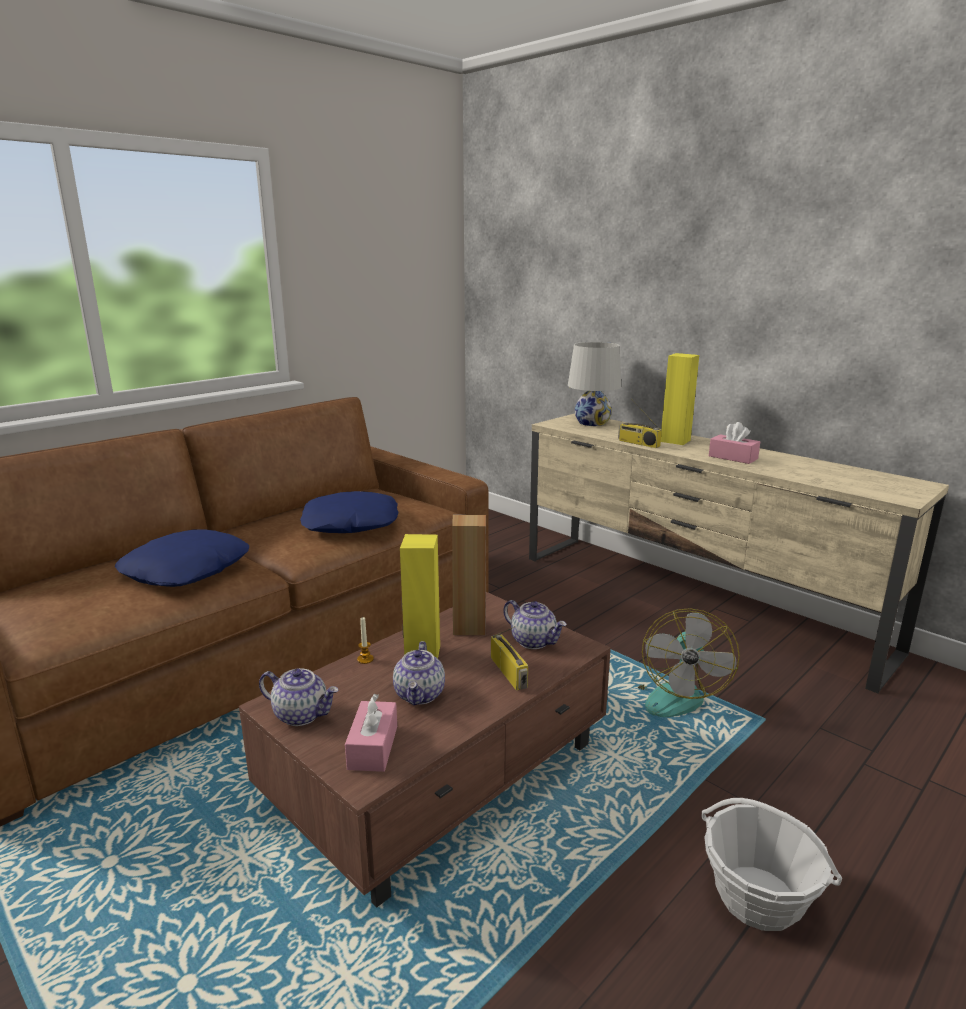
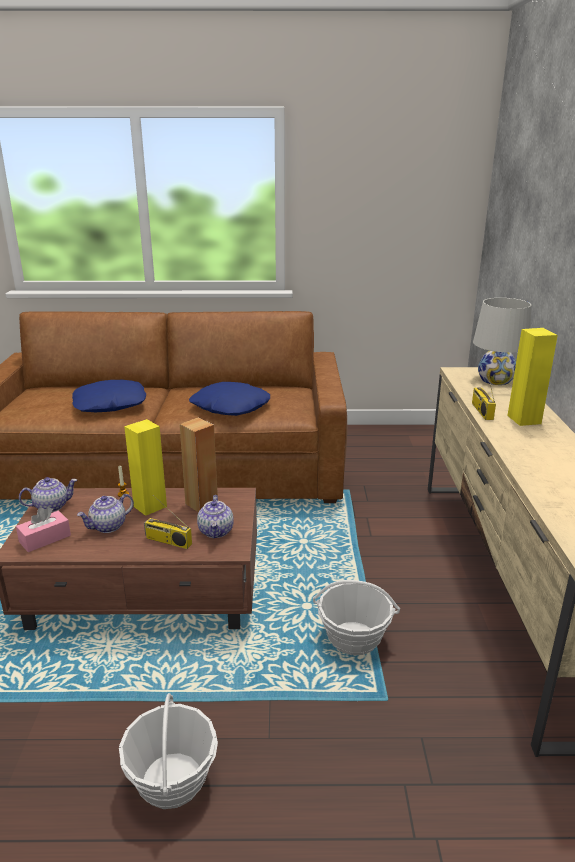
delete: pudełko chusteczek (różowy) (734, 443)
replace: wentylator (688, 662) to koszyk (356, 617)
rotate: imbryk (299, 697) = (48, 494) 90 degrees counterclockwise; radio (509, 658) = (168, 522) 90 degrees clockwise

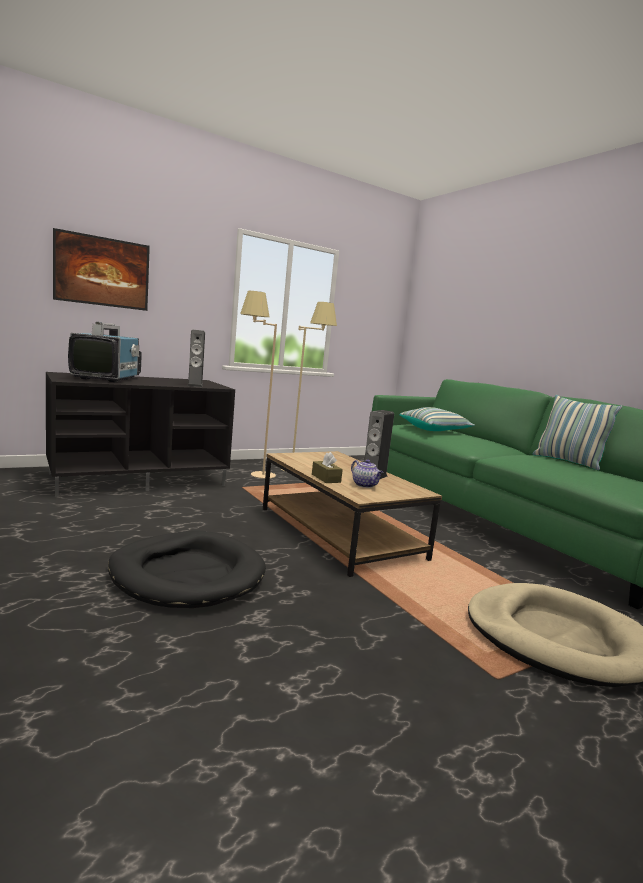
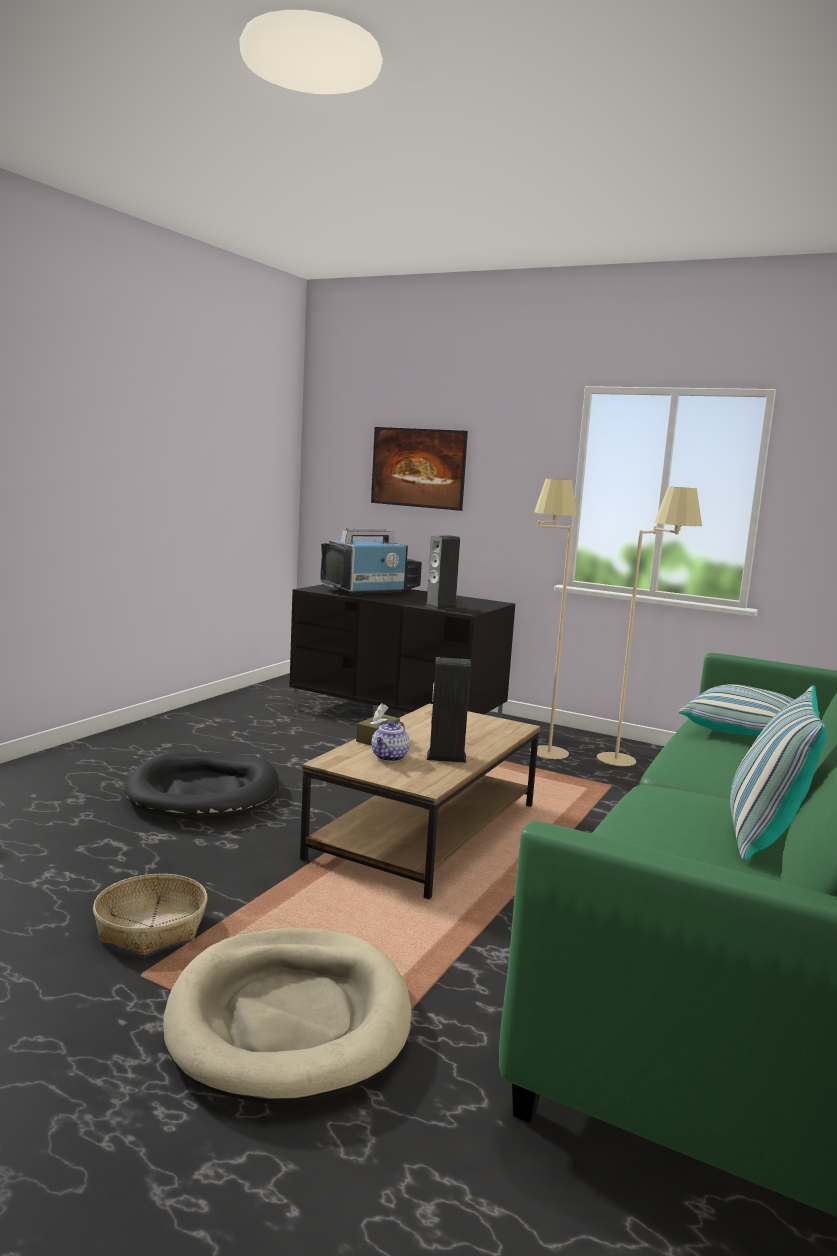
insert: koszyk (150, 914)

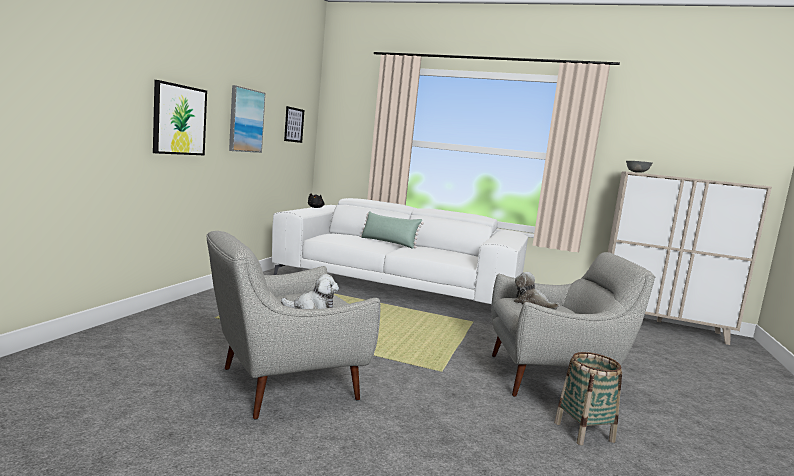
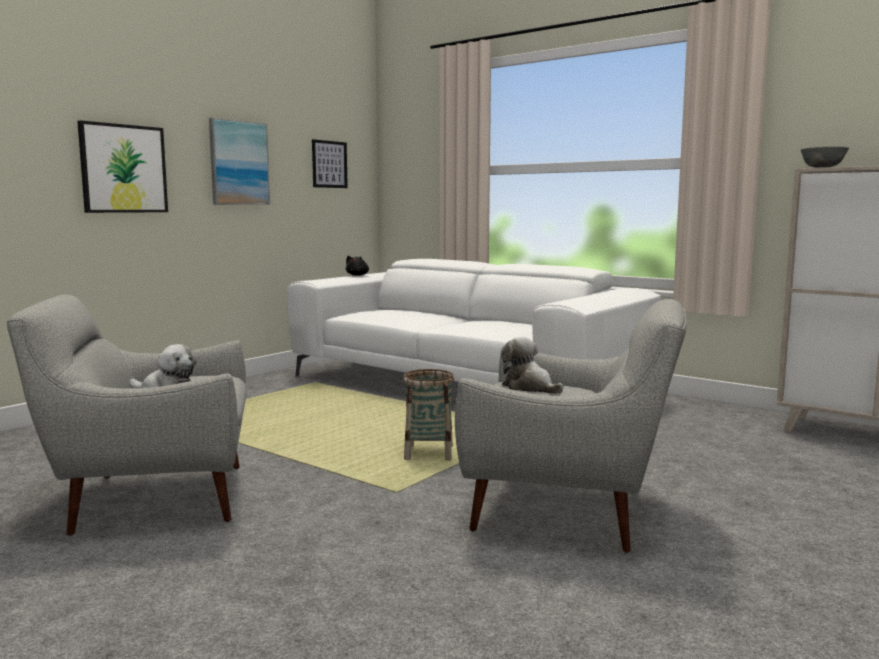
delete: poduszka (zielony) (392, 230)
move: koszyk (588, 398) to (428, 415)

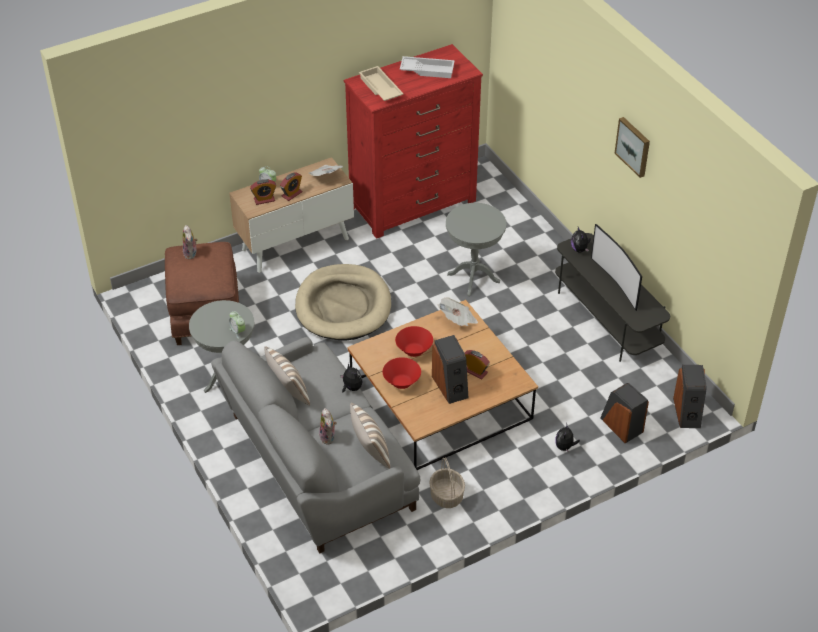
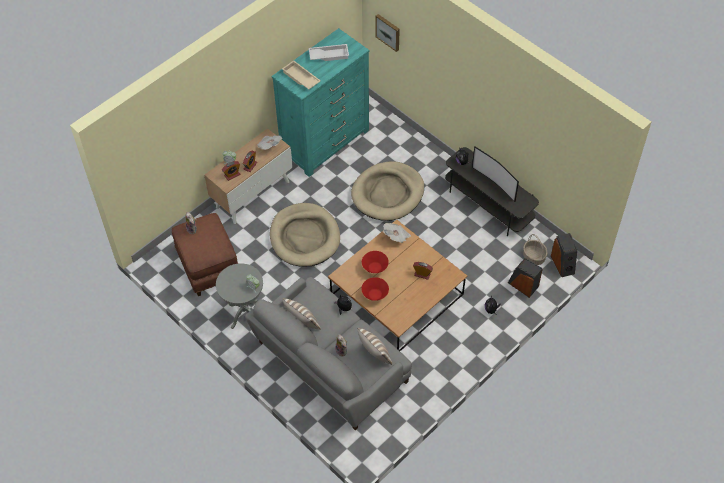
delete: głośnik (450, 369)
move: obraz (632, 147) to (388, 33); koszyk (447, 482) to (535, 249)
replace: stolik (szary) (476, 249) to legowisko (beżowy) (387, 191)
recolor: komoda (czerwony) (413, 141) to komoda (turkusowy) (320, 102)

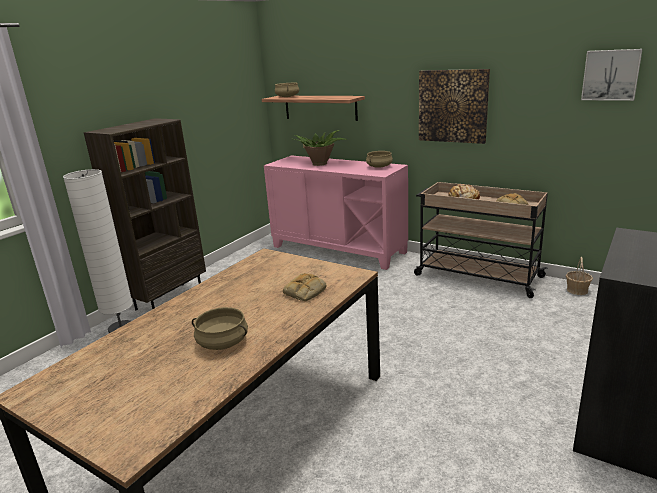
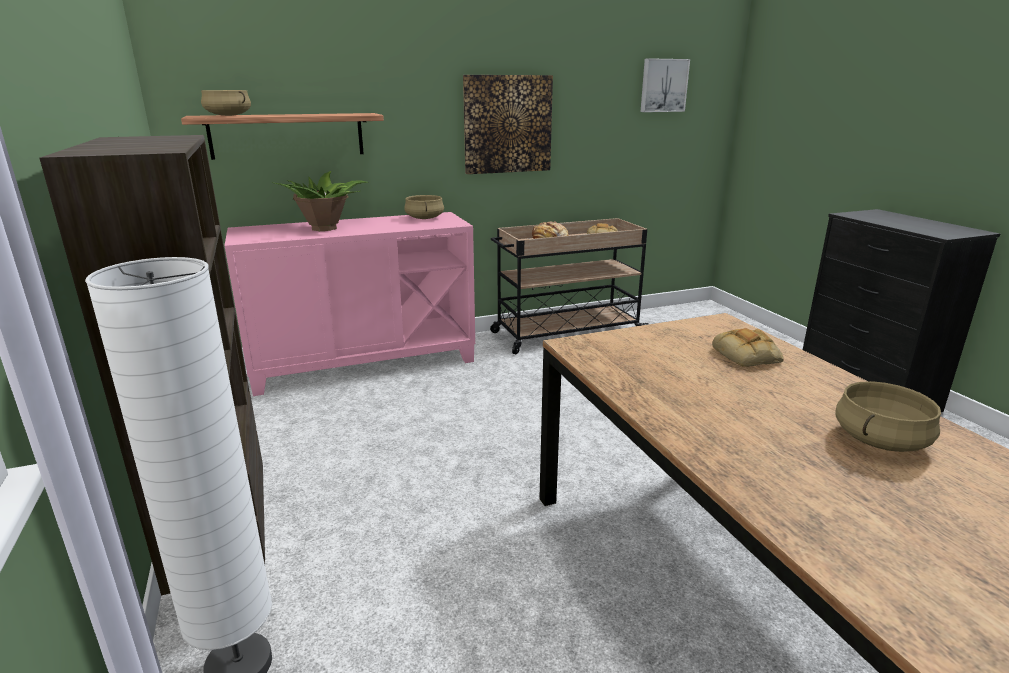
delete: koszyk (579, 276)

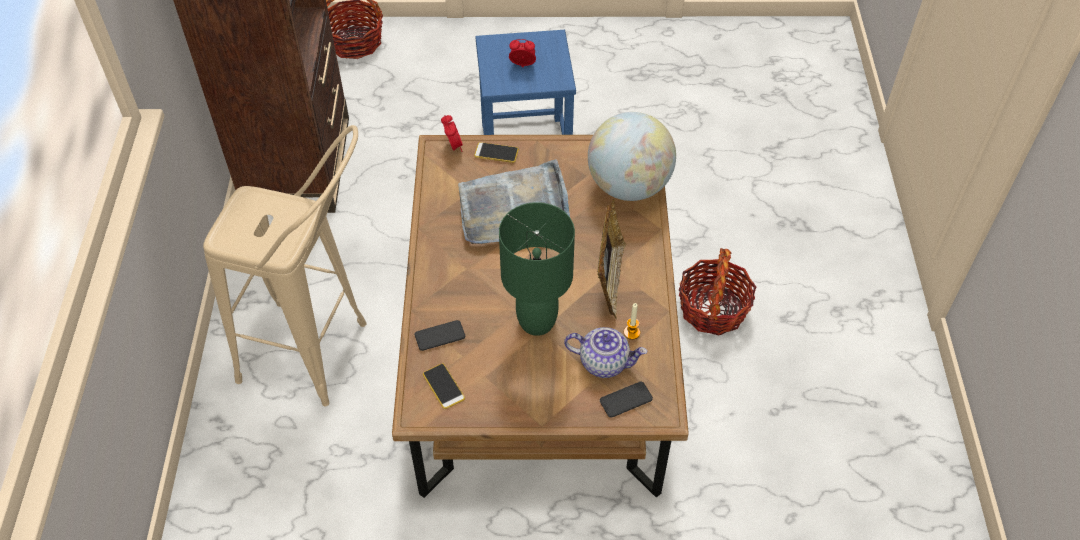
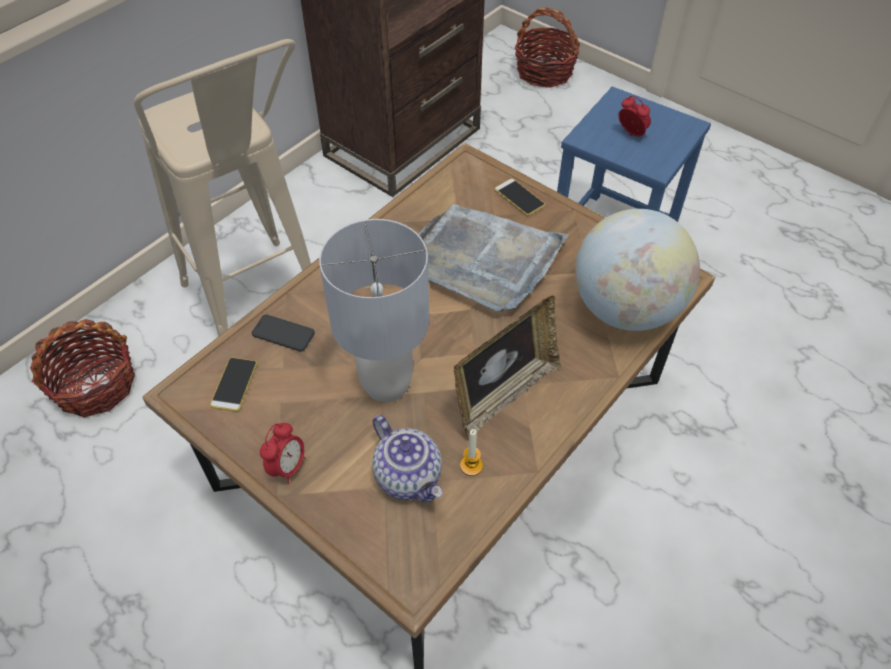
delete: telefon (626, 400)
move: koszyk (717, 291) to (82, 368); budzik (452, 133) to (283, 453)
recolor: lampa stołowa (zielony) (537, 269) to lampa stołowa (szary) (374, 310)

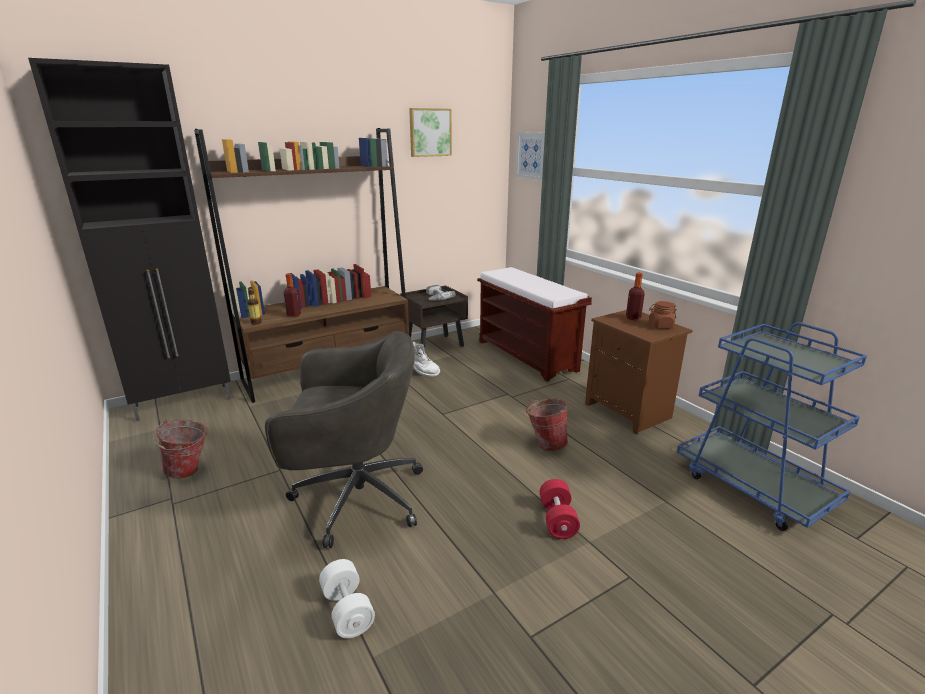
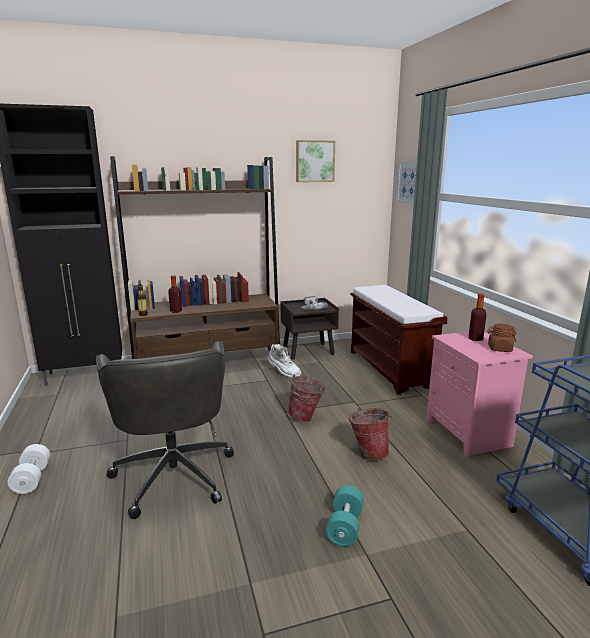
move: hantel (biały) (347, 598) to (29, 469); wiadro (180, 449) to (306, 398)
recolor: hantel (czerwony) (560, 509) to hantel (turkusowy) (345, 516); szafka nocna (brązowy) (639, 372) to szafka nocna (różowy) (479, 394)
rotate: krzesło biurowe (szary) (344, 439) = (165, 430) 60 degrees clockwise

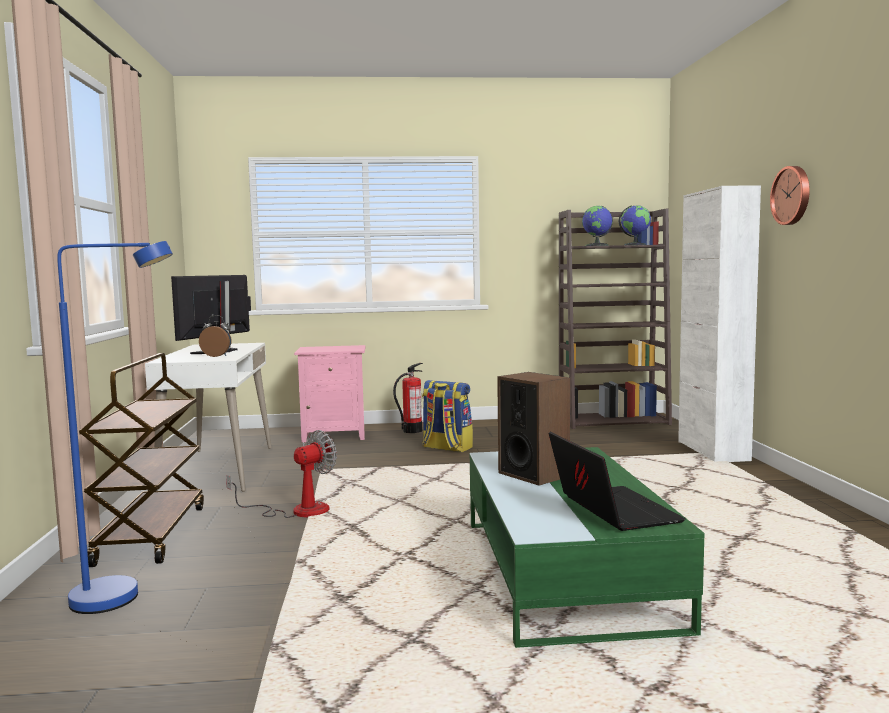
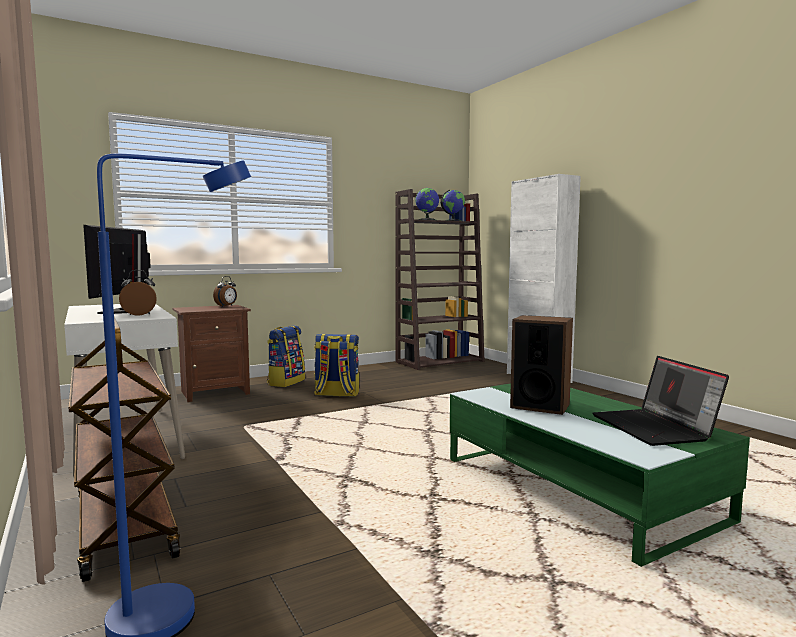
delete: wentylator (281, 474); zegar ścienny (790, 195)
insert: budzik (225, 291)
replace: gaśnica (408, 398) to plecak (286, 356)
recolor: szafka nocna (różowy) (330, 393) to szafka nocna (brązowy) (211, 353)
rotate: laptop (617, 481) = (660, 401) 150 degrees counterclockwise

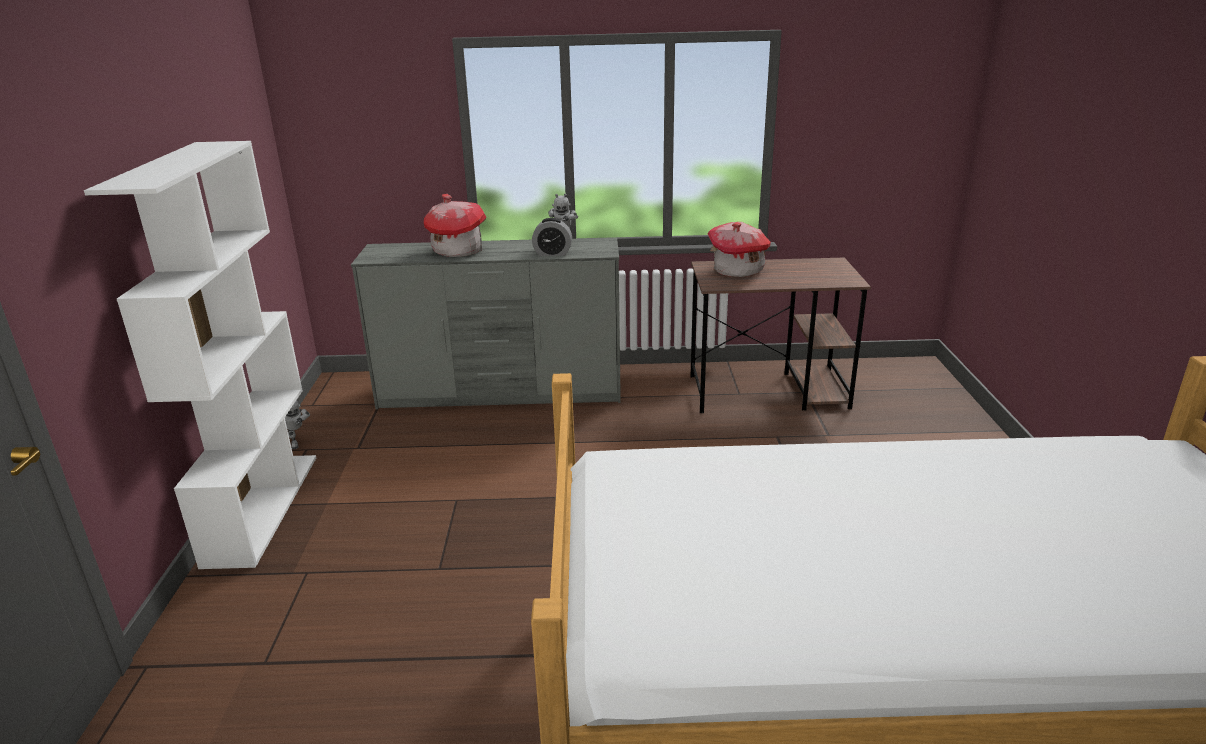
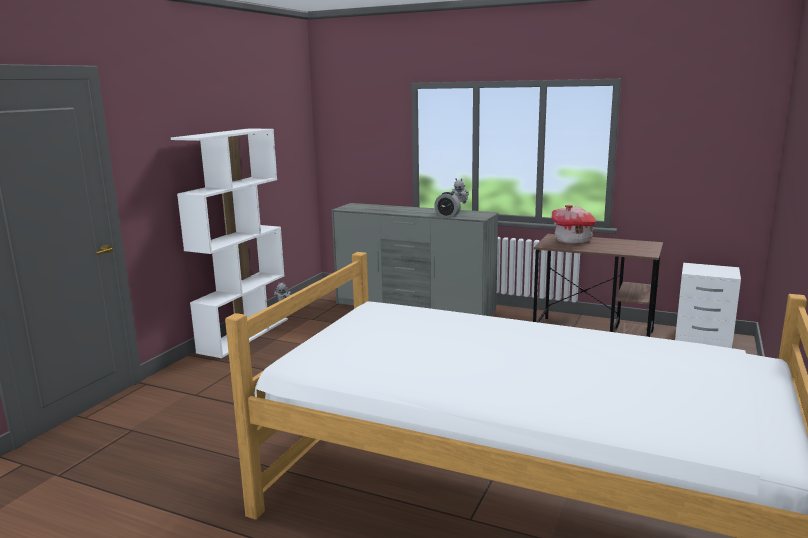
delete: domek (455, 225)
insert: szafka nocna (biały) (708, 305)

